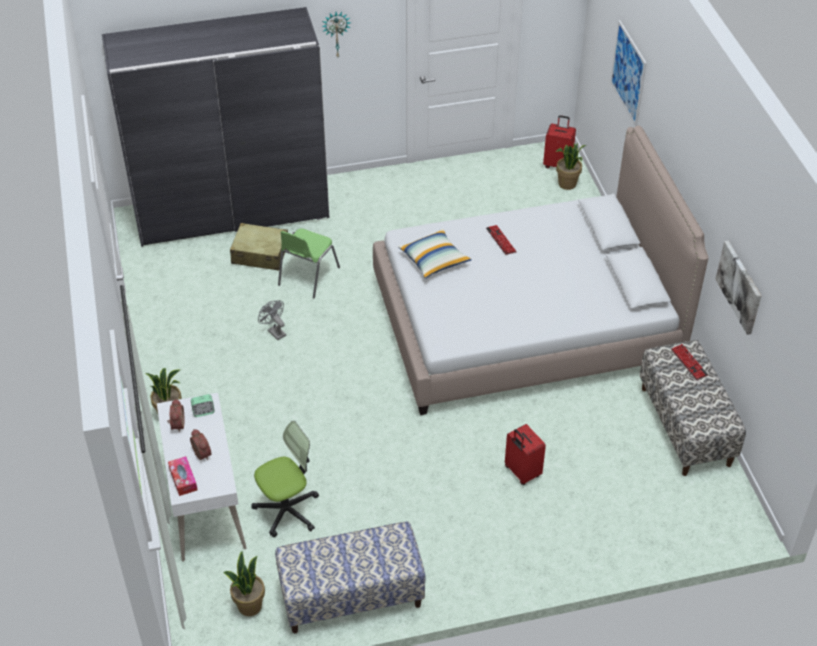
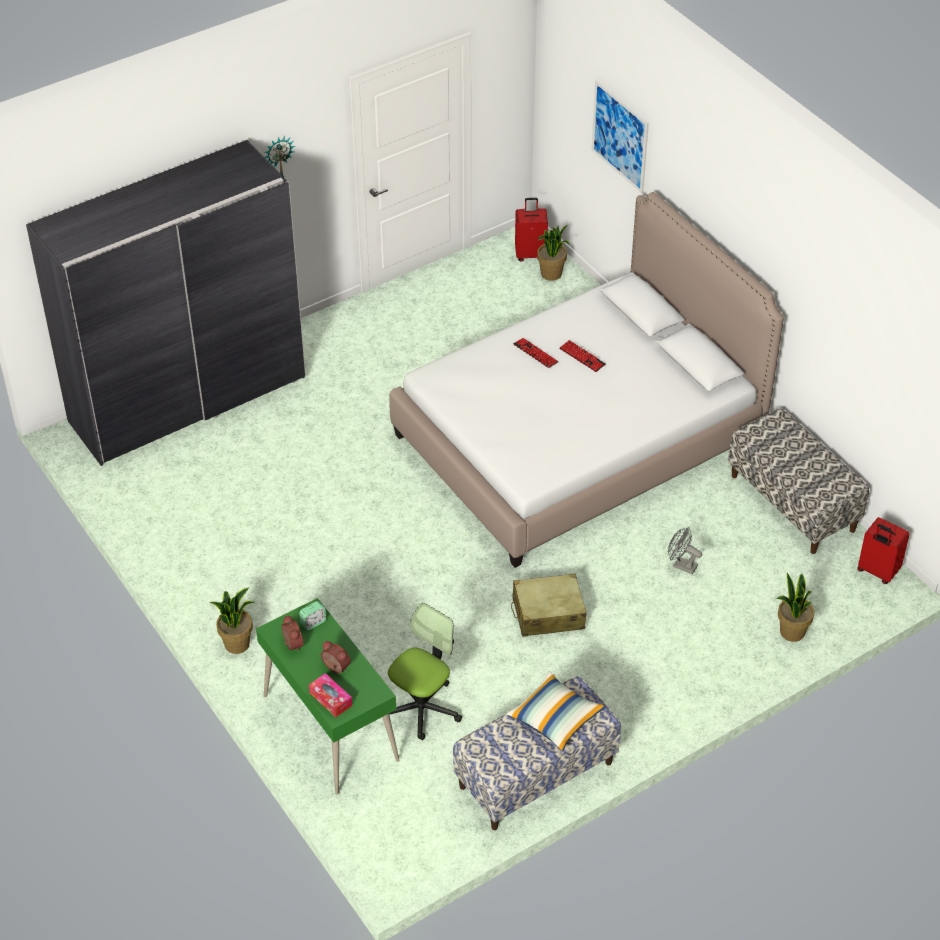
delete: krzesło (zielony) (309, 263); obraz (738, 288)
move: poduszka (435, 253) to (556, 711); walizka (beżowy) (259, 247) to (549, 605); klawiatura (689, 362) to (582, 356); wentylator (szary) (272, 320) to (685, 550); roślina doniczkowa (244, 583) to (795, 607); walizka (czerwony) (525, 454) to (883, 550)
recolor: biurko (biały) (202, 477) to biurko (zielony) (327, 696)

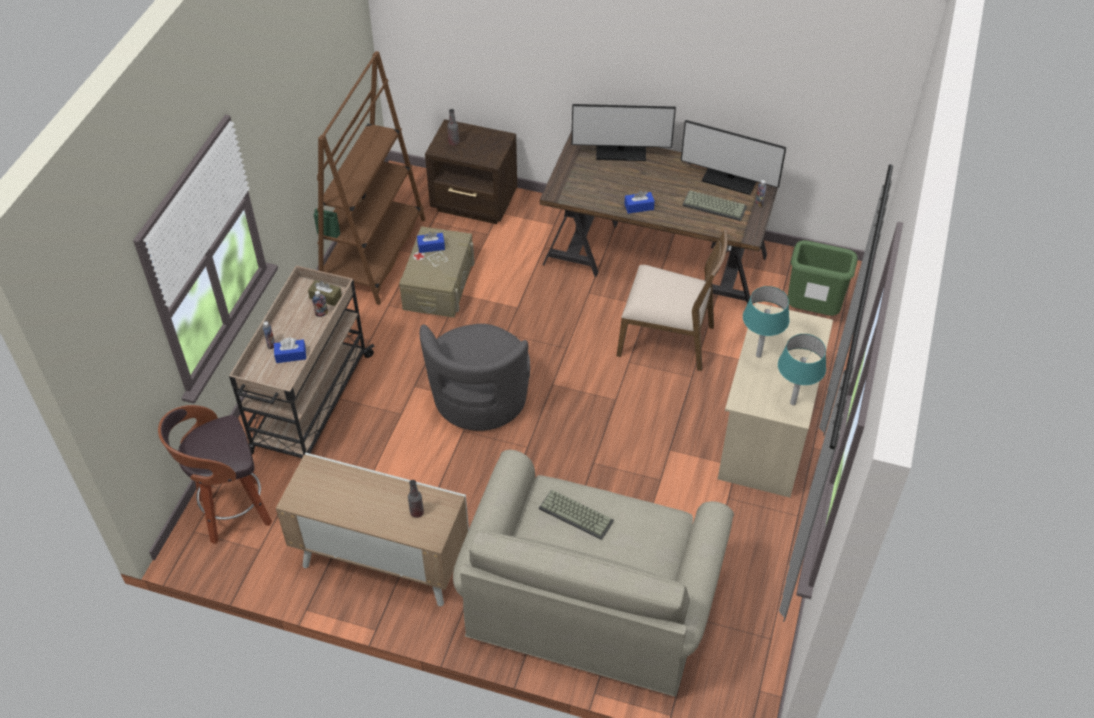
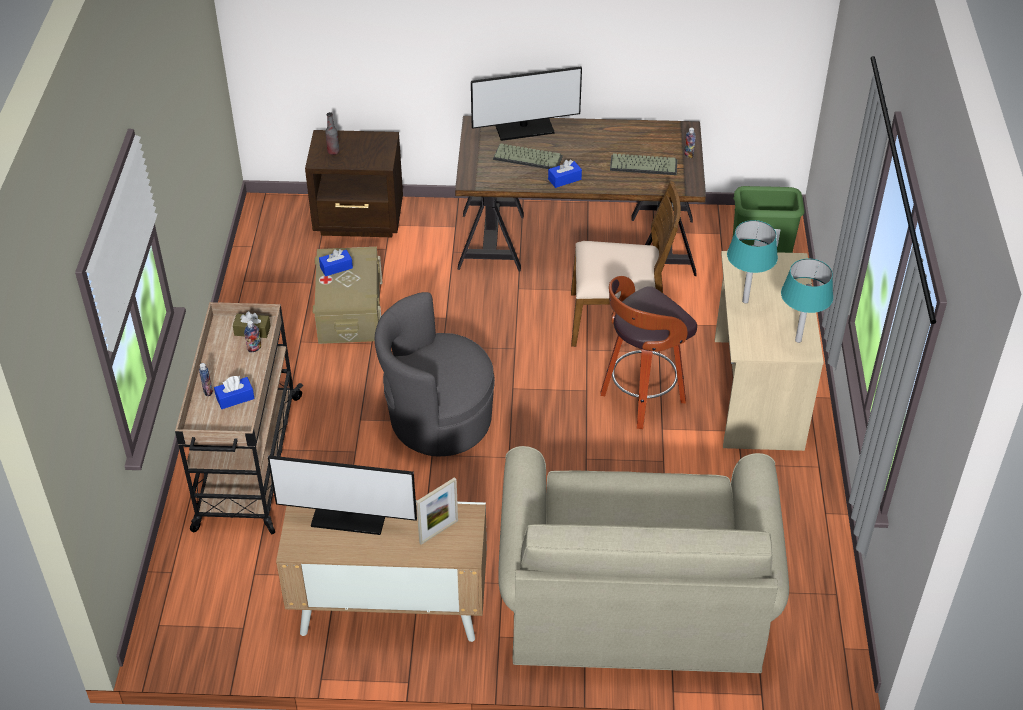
delete: regał (brązowy) (370, 178)
move: monitor (733, 157) to (342, 495); klawiatura (576, 515) to (528, 156); stołek (215, 474) to (648, 352)
replace: butelka (416, 499) to ramka na zdjęcie (437, 511)
rotate: fotel (szary) (475, 377) = (435, 374) 90 degrees clockwise

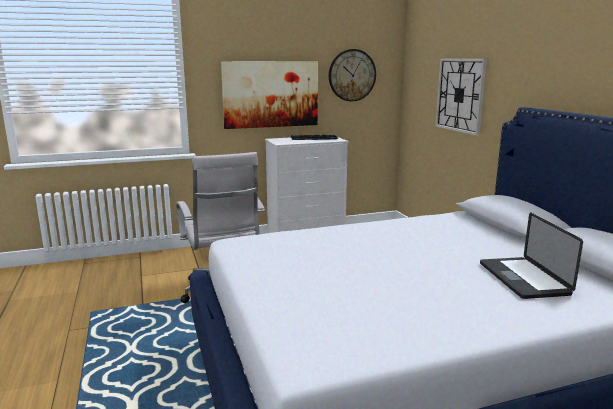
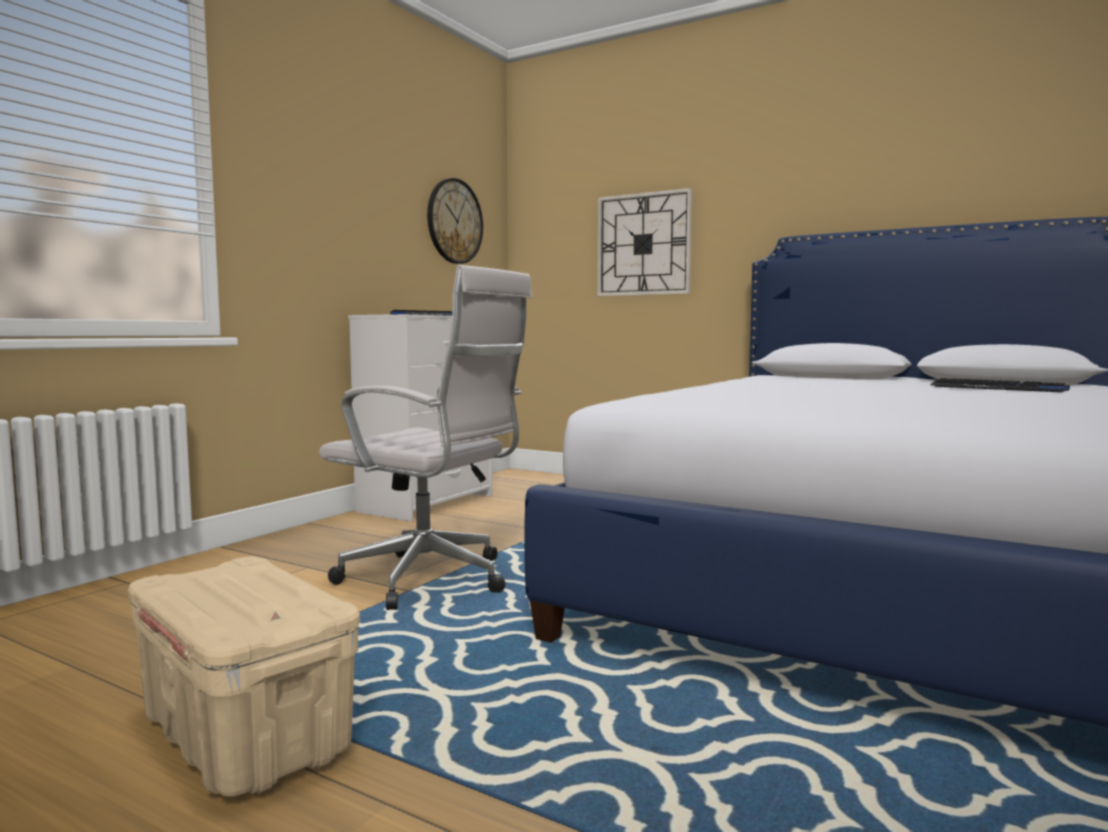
delete: obraz (269, 95)
insert: pojemnik do przechowywania (beżowy) (244, 677)
replace: laptop (531, 255) to klawiatura (1000, 385)

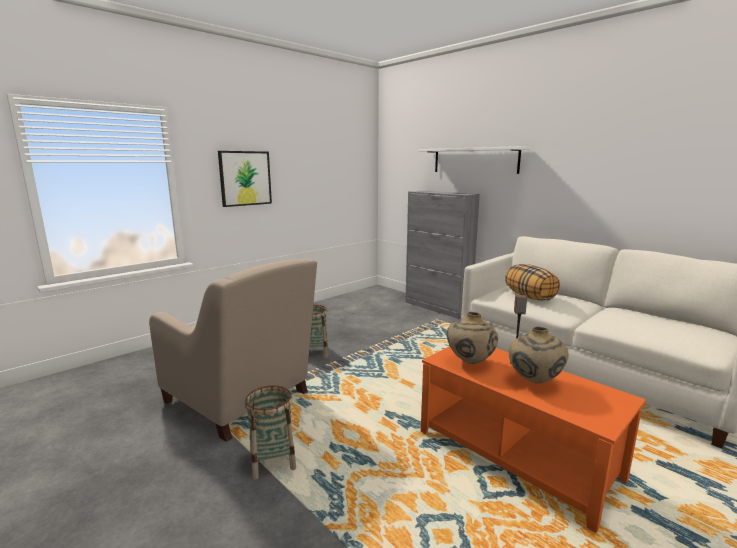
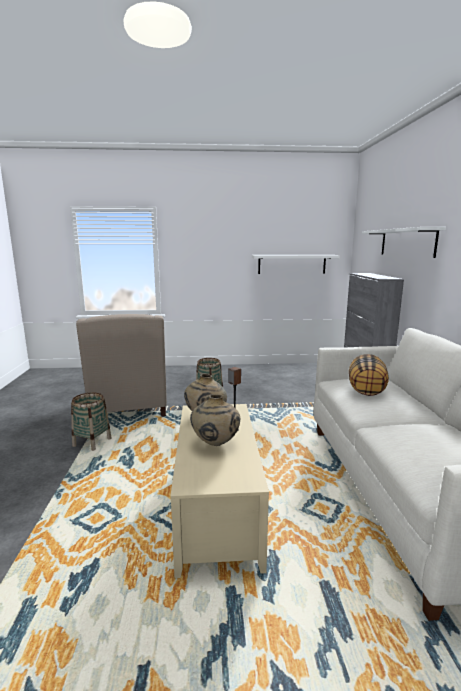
delete: obraz (245, 179)
insert: półka (biały) (296, 264)
recolor: ława (pomarańczowy) (533, 439) to ława (beżowy) (219, 491)

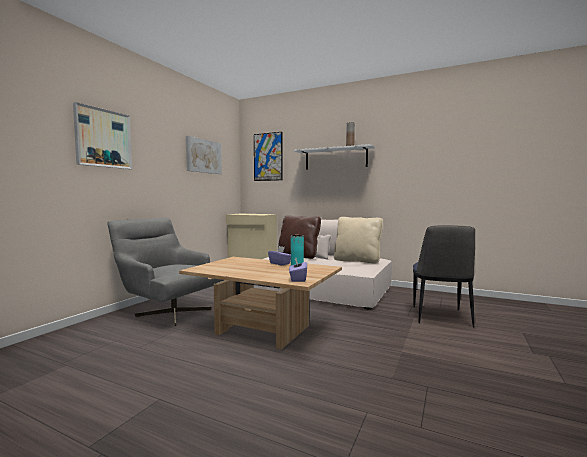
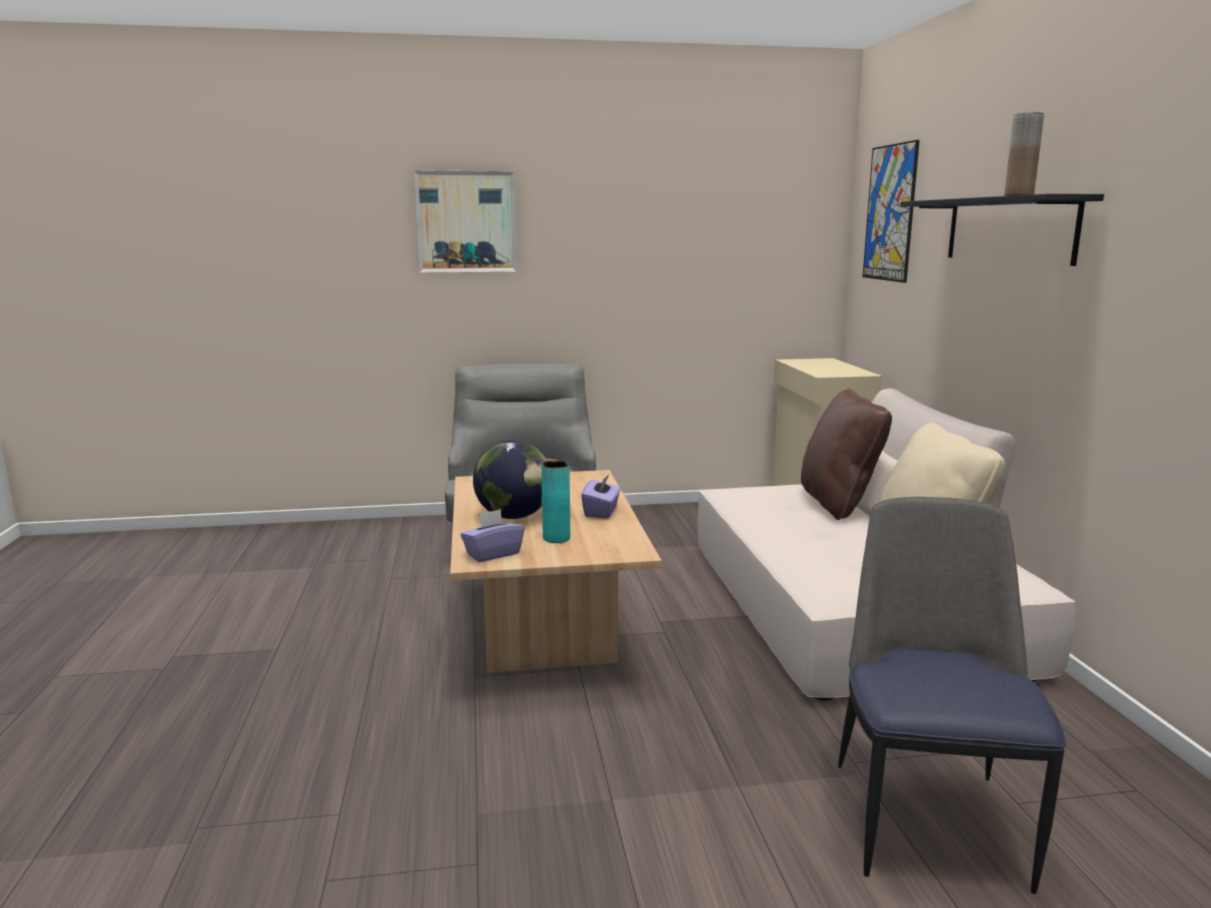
delete: obraz (204, 155)
insert: globus (510, 479)
recolor: półka (biały) (334, 157) to półka (czarny) (1002, 230)
rotate: krzesło (444, 276) = (952, 695) 120 degrees clockwise

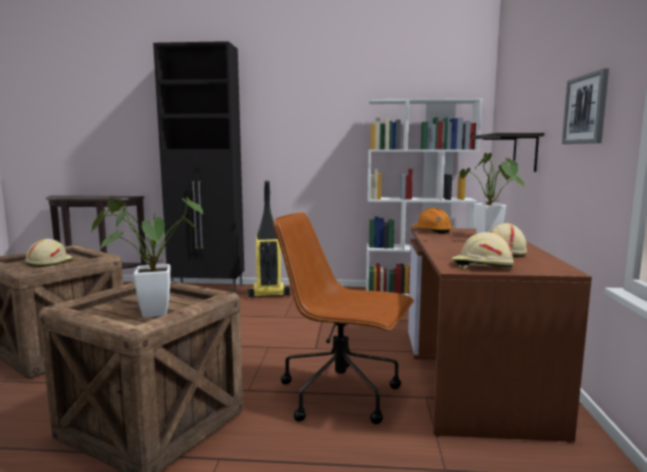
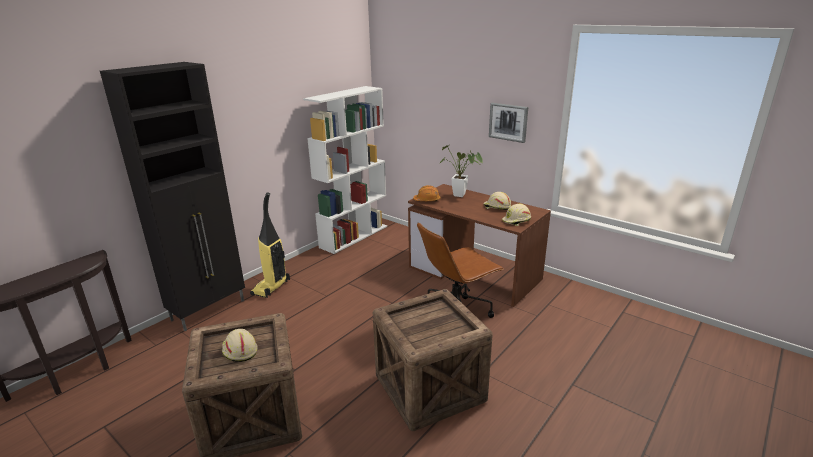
delete: roślina doniczkowa (147, 257); półka (508, 152)

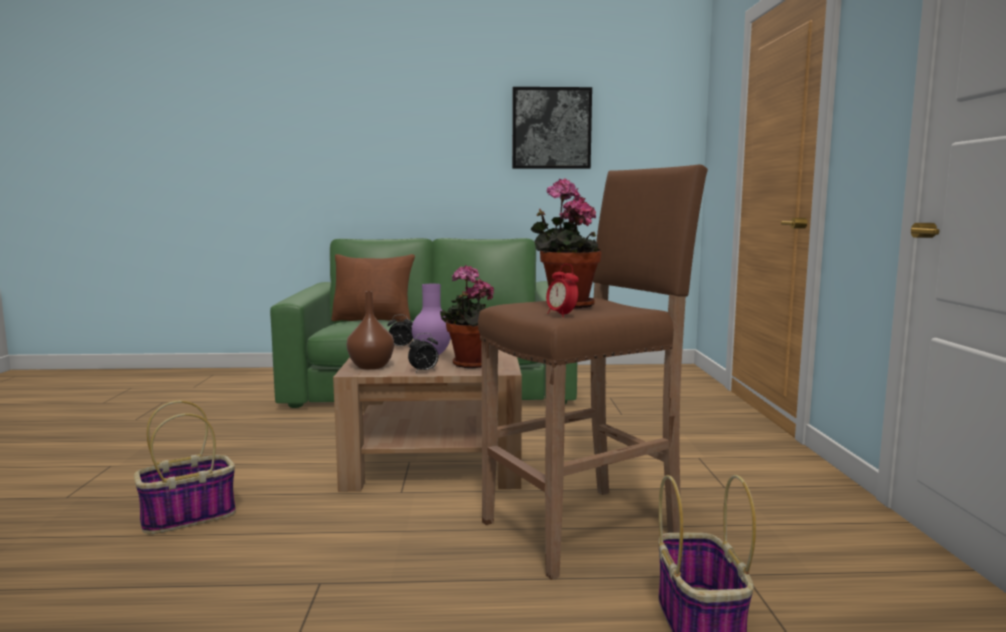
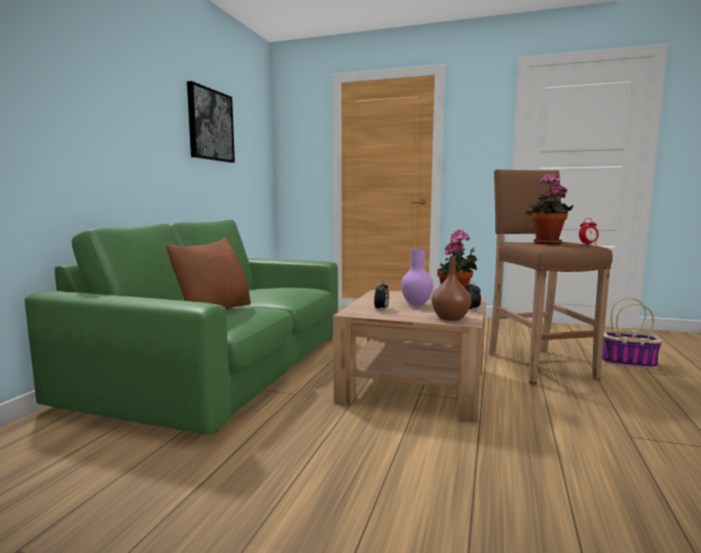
delete: koszyk (185, 467)

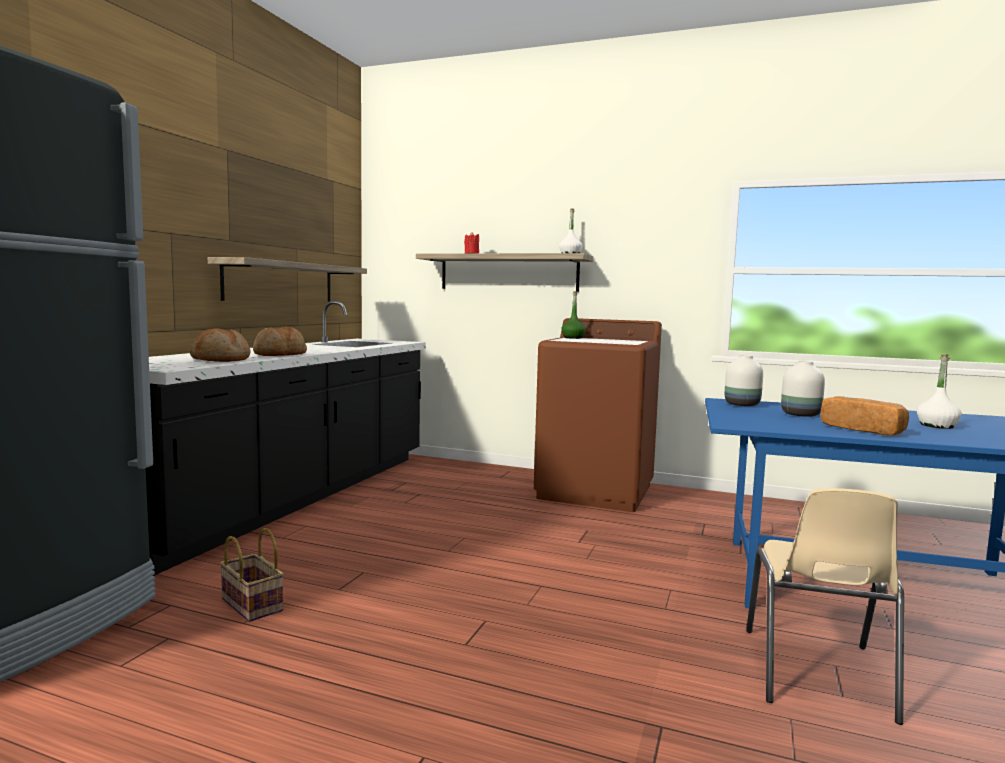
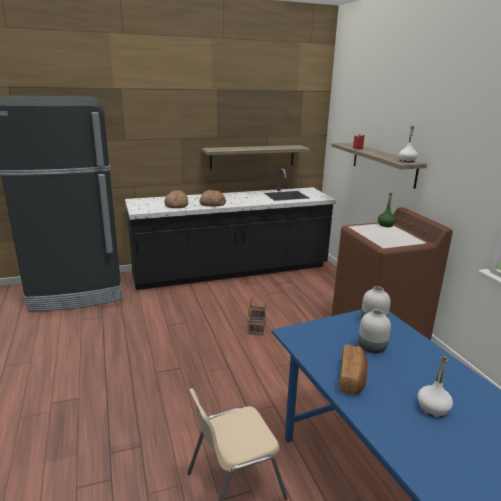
move: koszyk (252, 575) to (257, 316)

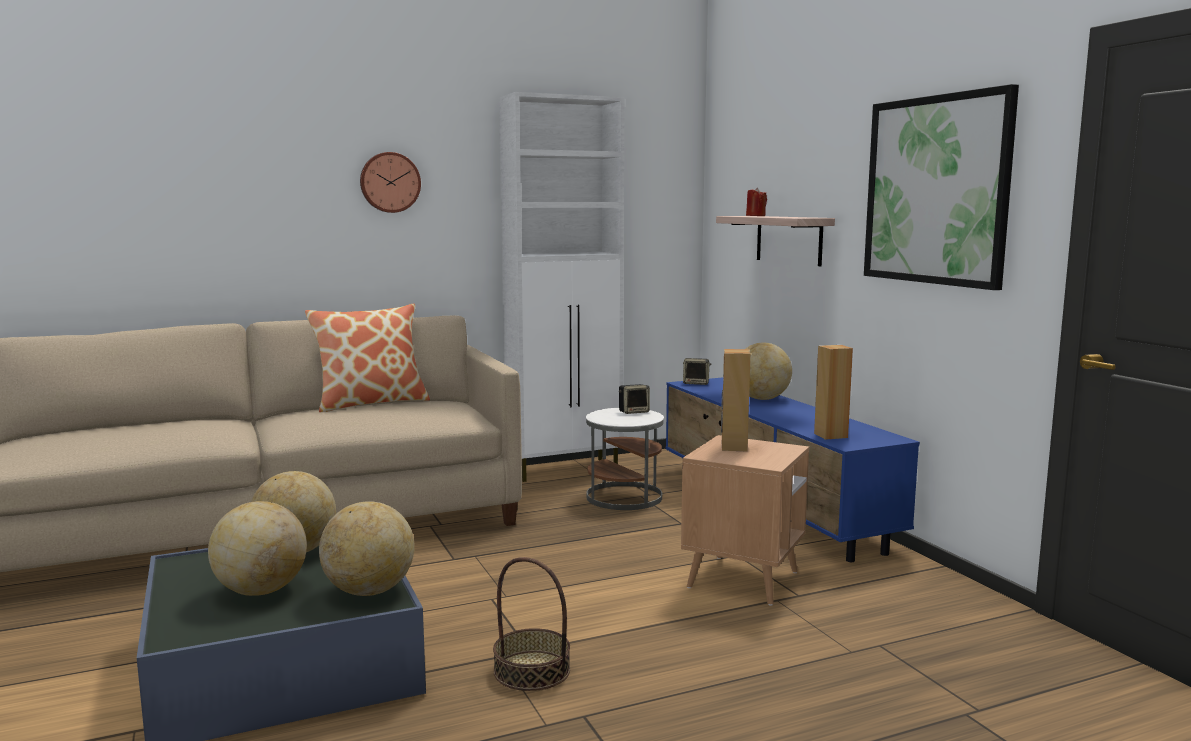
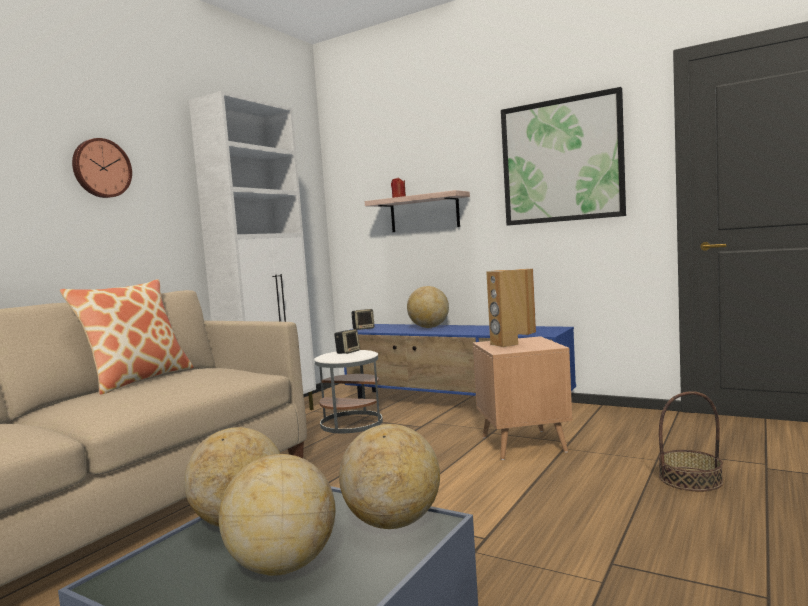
move: koszyk (531, 624) to (690, 441)

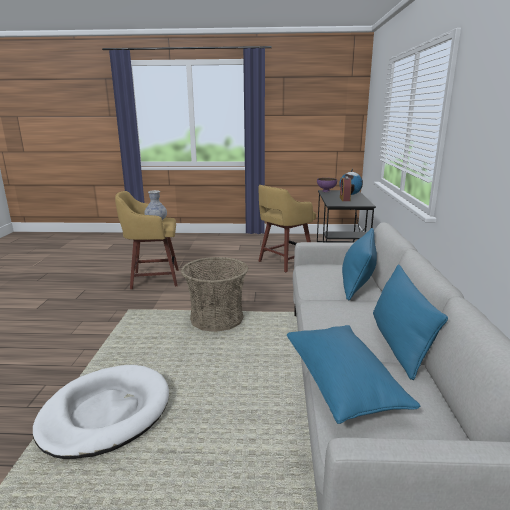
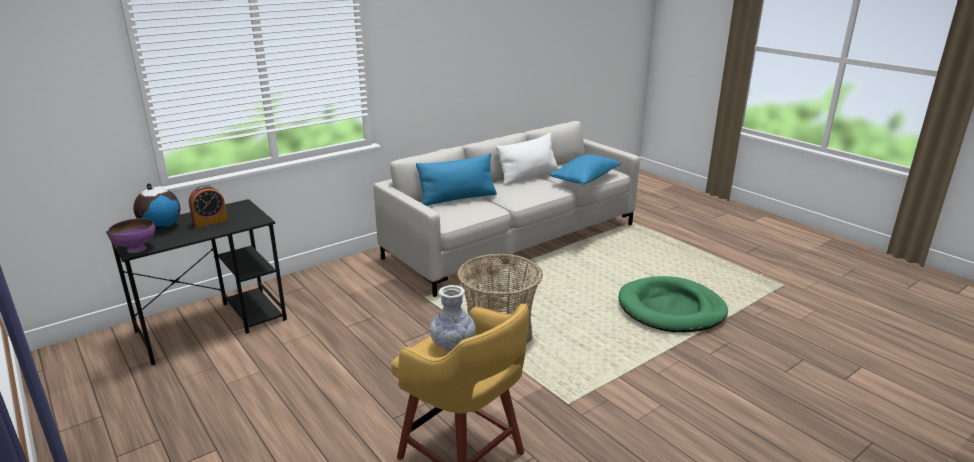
delete: stołek (żółty) (287, 228)
recolor: poduszka (niebieski) (410, 322) to poduszka (biały) (527, 159); legowisko (biały) (101, 412) to legowisko (zielony) (673, 304)

